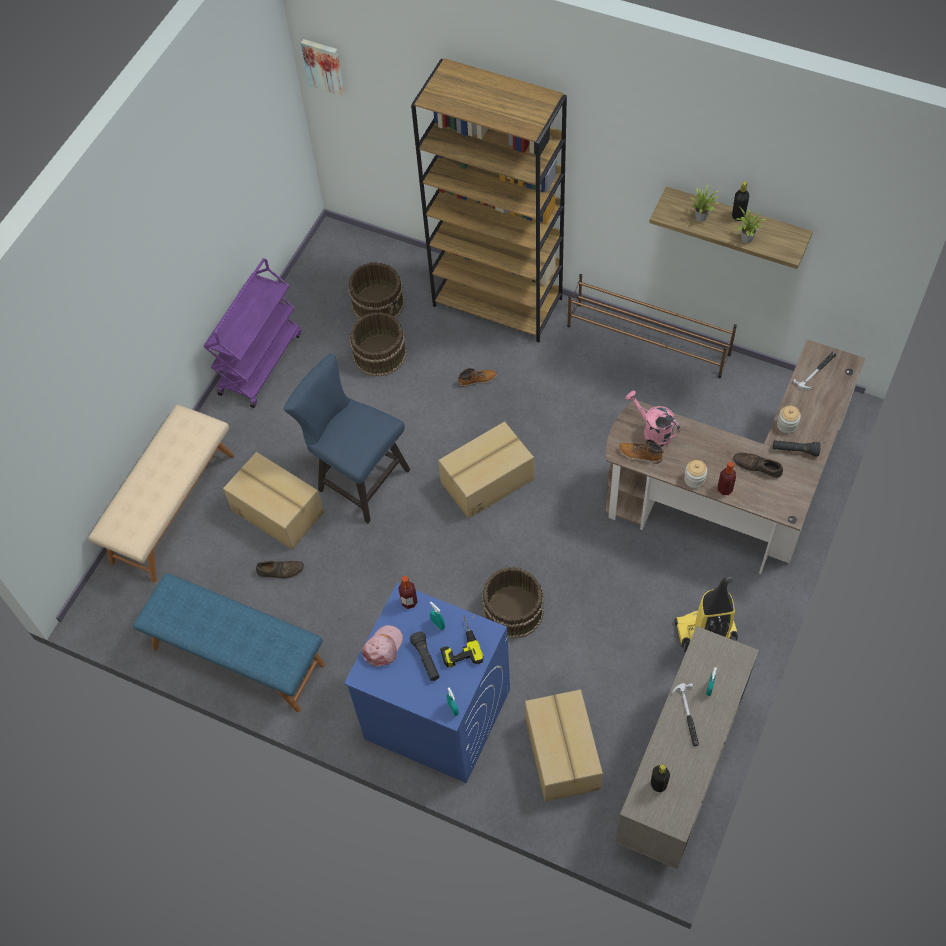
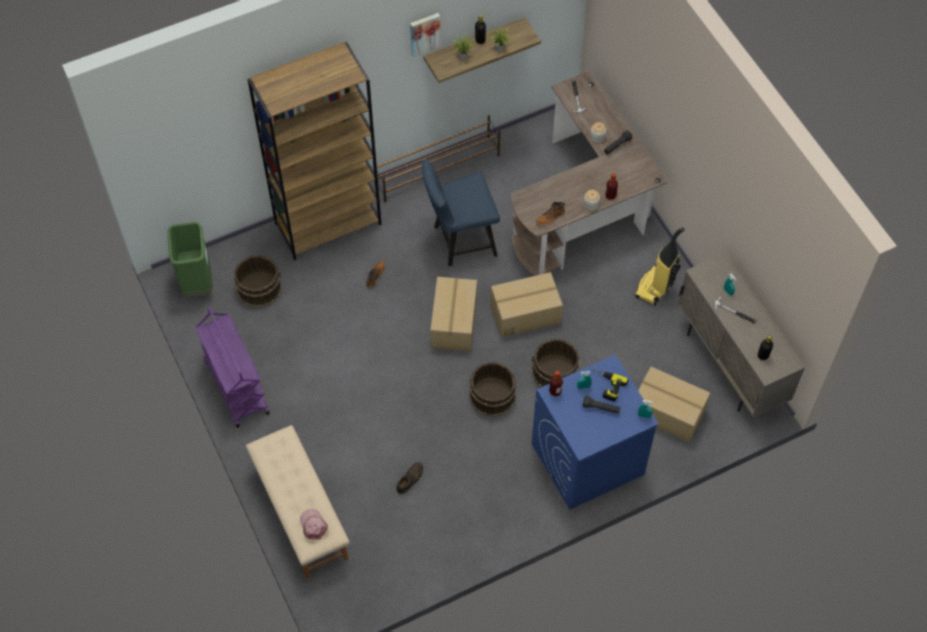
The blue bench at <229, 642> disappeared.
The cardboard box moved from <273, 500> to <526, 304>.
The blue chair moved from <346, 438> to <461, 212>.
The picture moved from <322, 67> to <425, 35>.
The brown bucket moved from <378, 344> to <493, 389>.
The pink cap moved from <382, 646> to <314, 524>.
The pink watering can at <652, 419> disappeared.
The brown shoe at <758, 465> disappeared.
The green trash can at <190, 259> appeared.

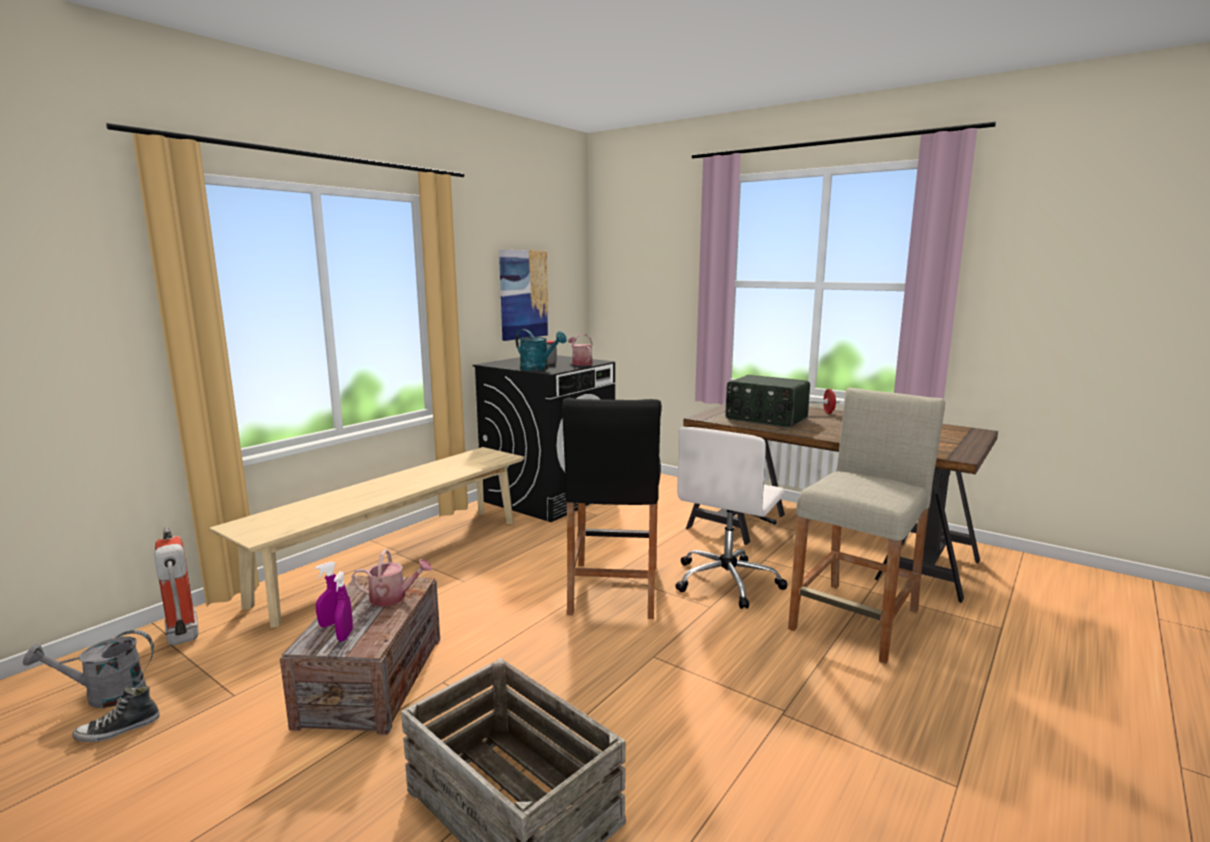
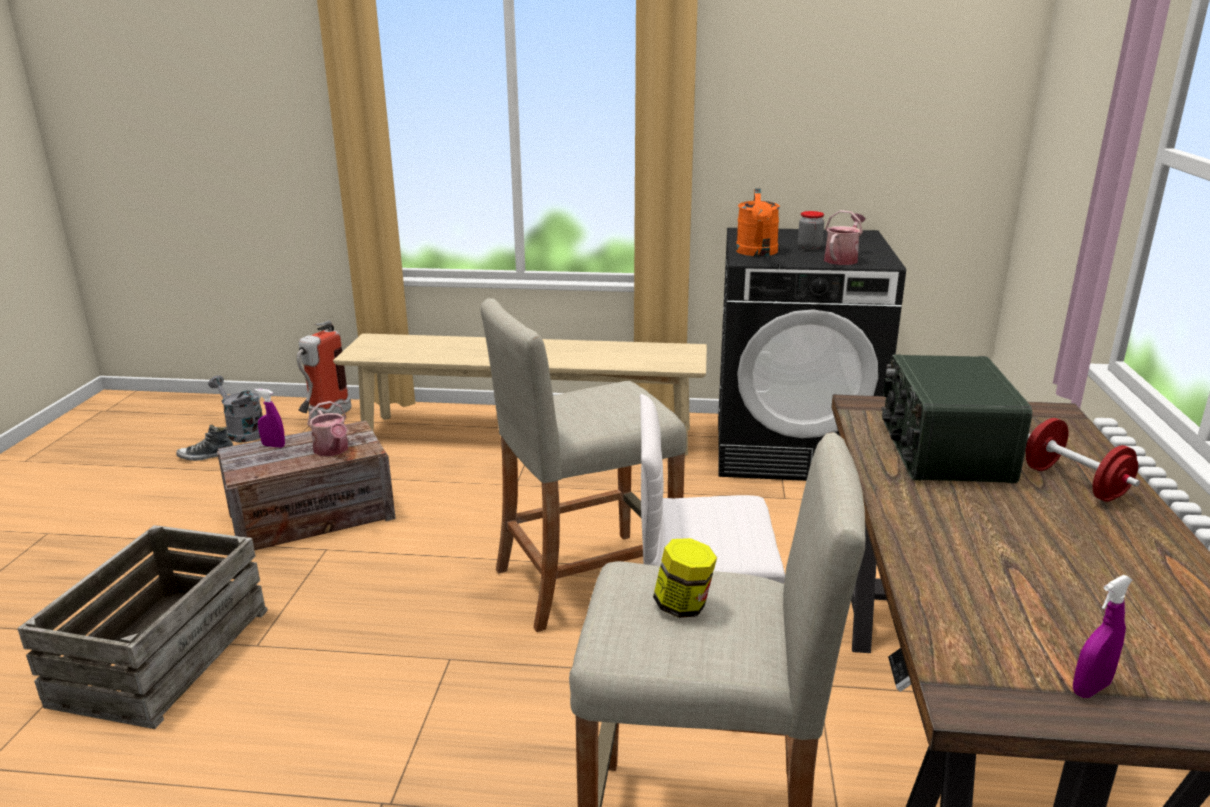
The shoe at <116, 714> turned 45 degrees counterclockwise.
The purple spray bottle moved from <343, 606> to <1102, 636>.
The picture at <524, 295> disappeared.
The turquoise watering can at <541, 350> became the orange watering can at <758, 222>.
The black stool at <612, 508> became the beige stool at <583, 465>.
The jar at <685, 578> appeared.

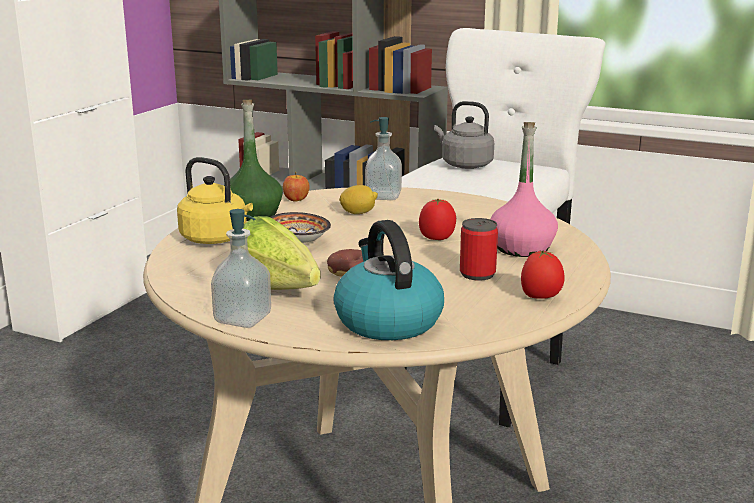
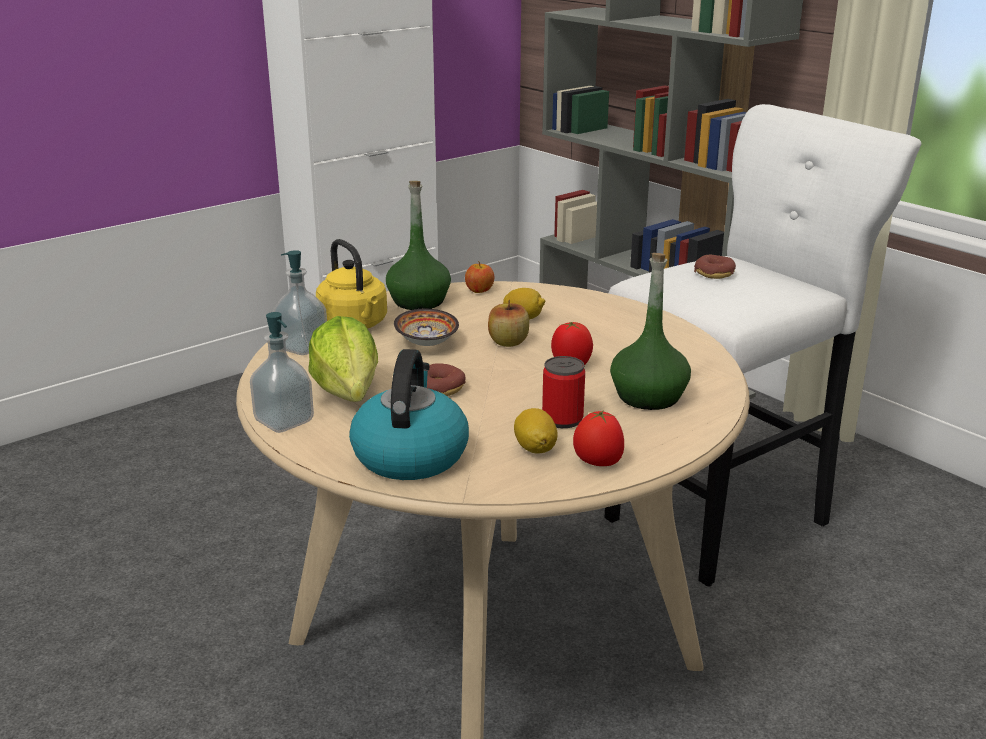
The soap dispenser moved from <383, 158> to <300, 302>.
The grey kettle at <464, 135> was replaced by the donut at <715, 267>.
The pink bottle at <524, 189> became the green bottle at <650, 331>.
The apple at <508, 323> appeared.
The lemon at <536, 431> appeared.

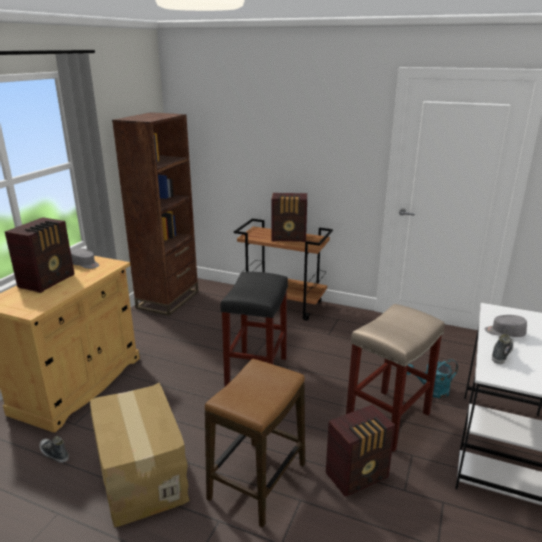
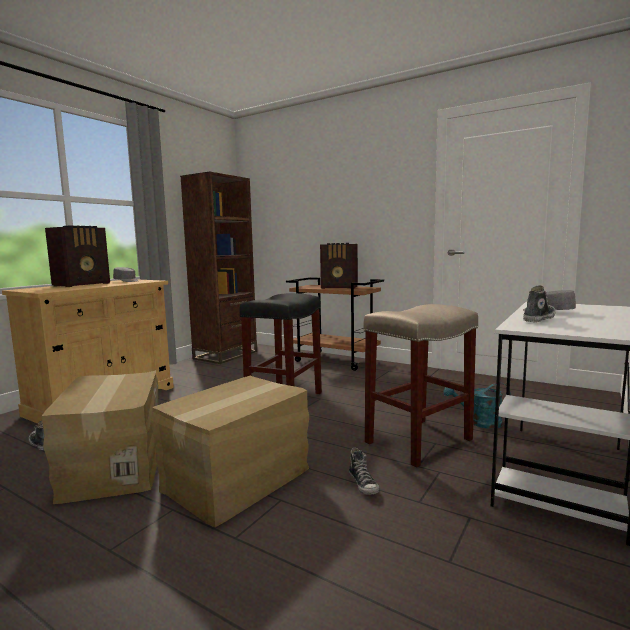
The stool at <255, 443> was replaced by the cardboard box at <230, 451>.
The radio at <360, 450> was replaced by the shoe at <364, 471>.

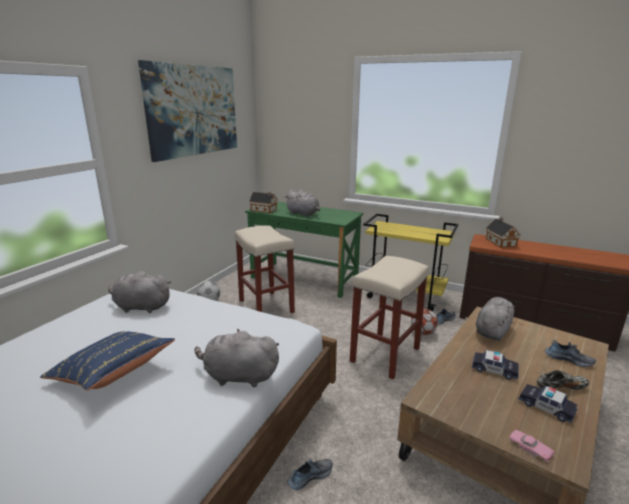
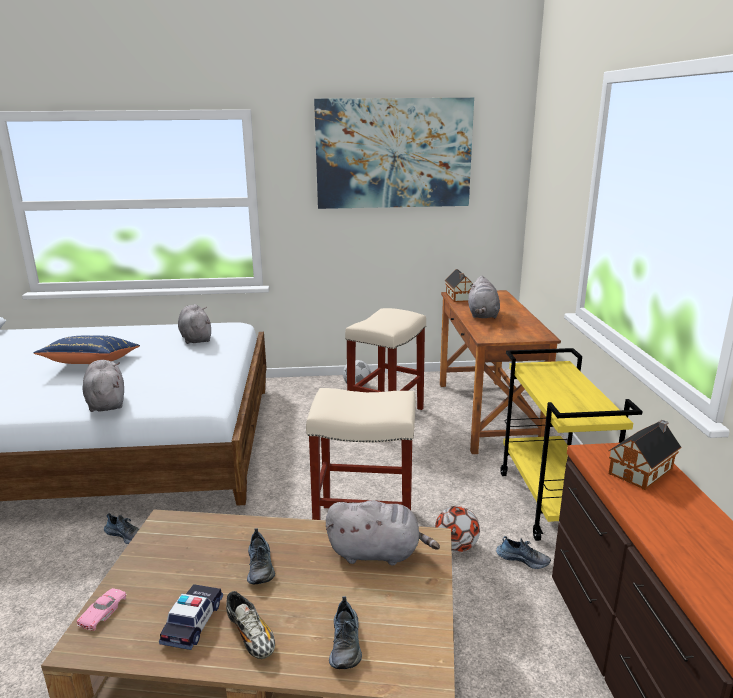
The green desk at <304, 249> became the brown desk at <500, 372>.
The toy car at <495, 365> was replaced by the shoe at <261, 556>.

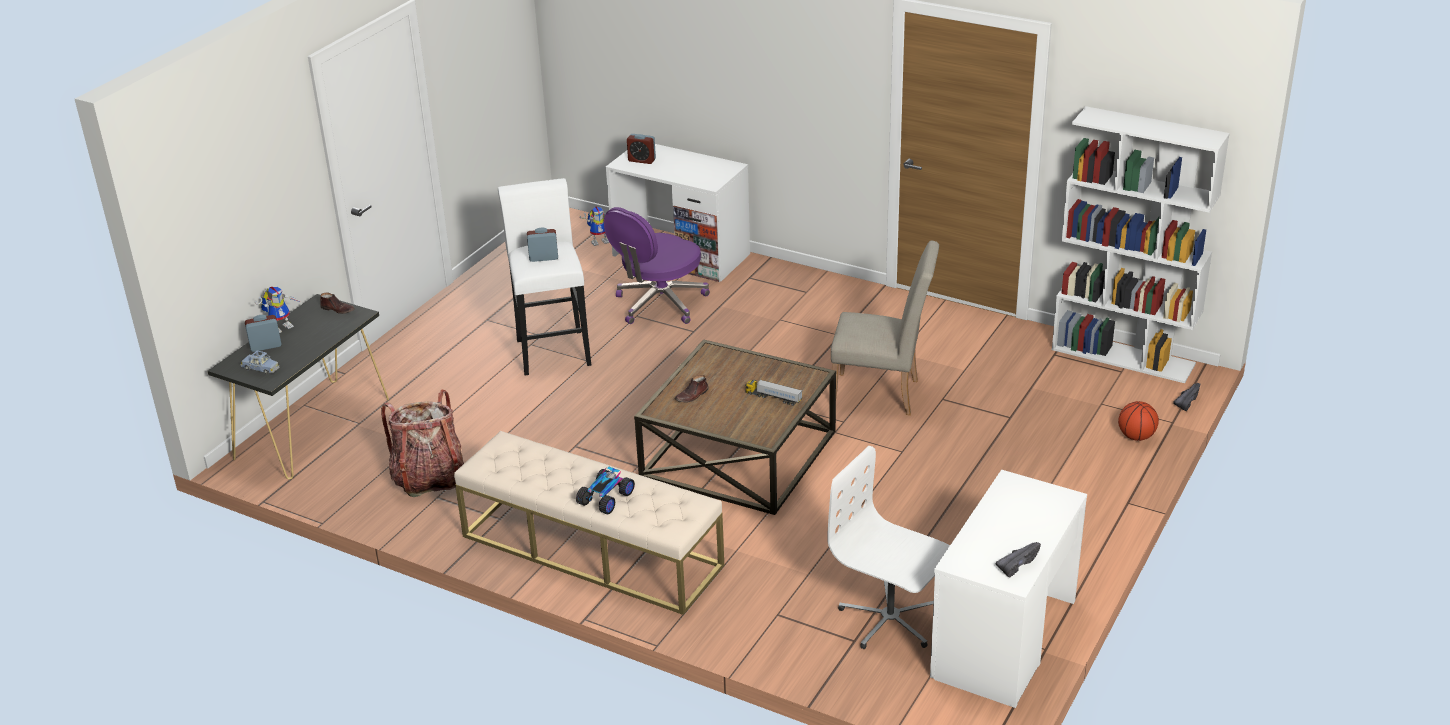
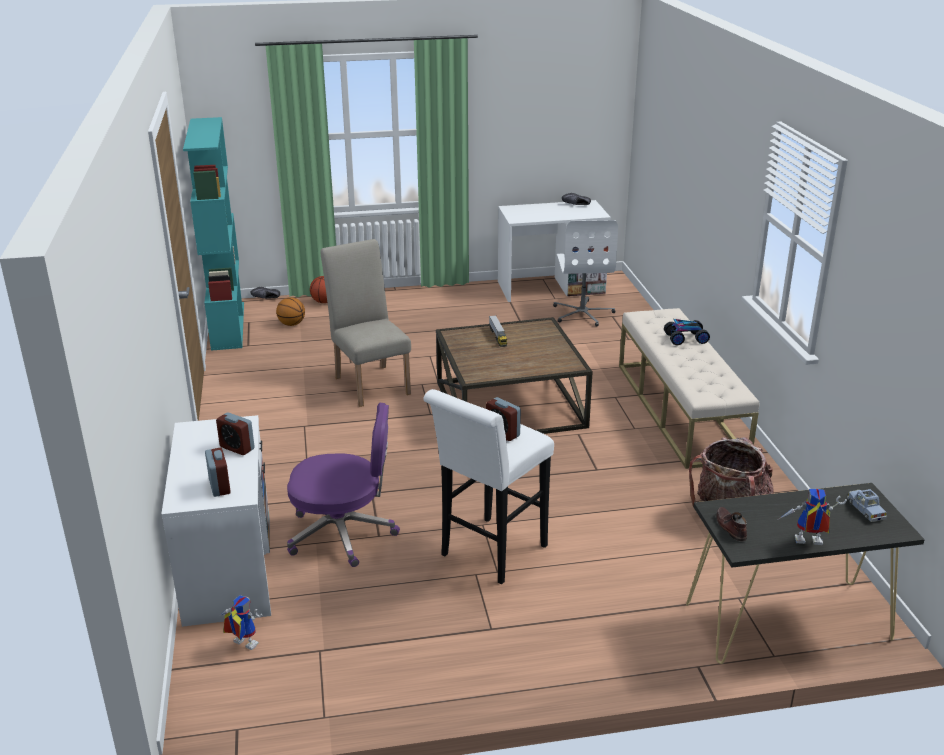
The alarm clock moved from <263, 333> to <235, 433>.
The brown shoe at <691, 389> disappeared.
The white bookcase at <1141, 244> became the turquoise bookcase at <213, 234>.
The basketball at <290, 311> appeared.

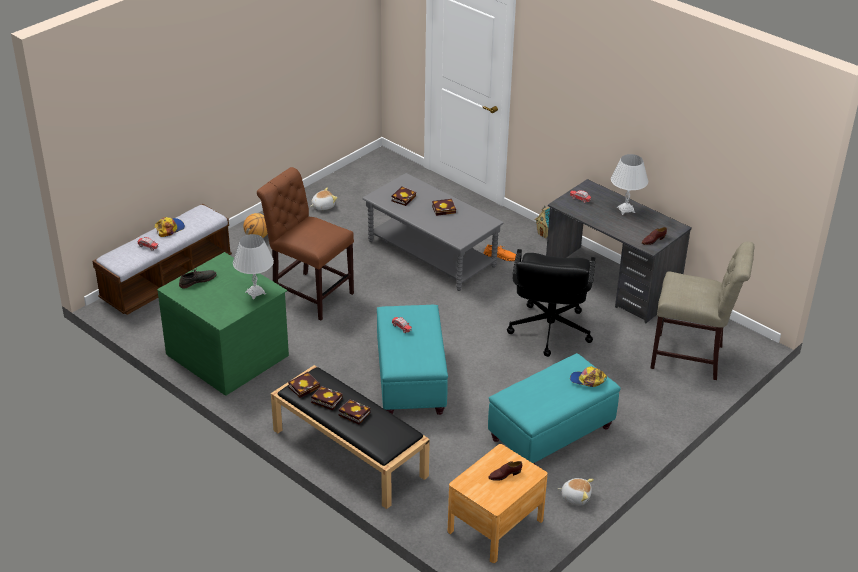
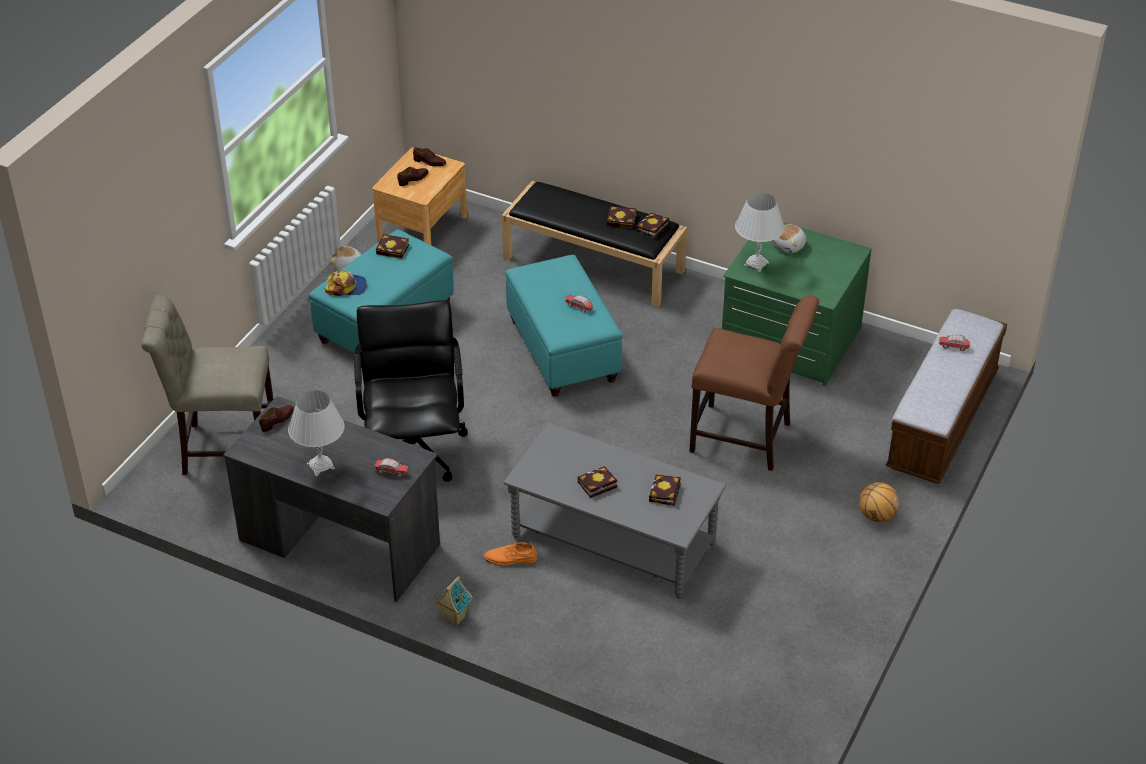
The cap at <170, 227> disappeared.
The grey shoe at <198, 278> disappeared.
The plush toy moved from <323, 199> to <789, 238>.
The book moved from <354, 411> to <392, 246>.
The brown shoe at <429, 156> appeared.

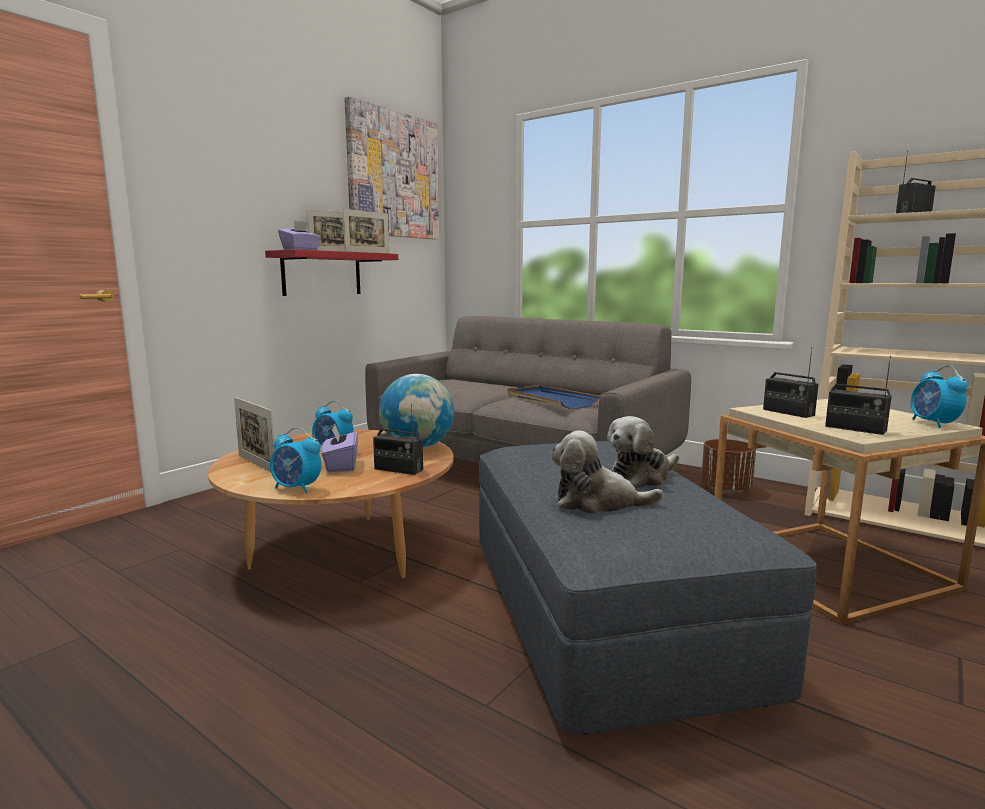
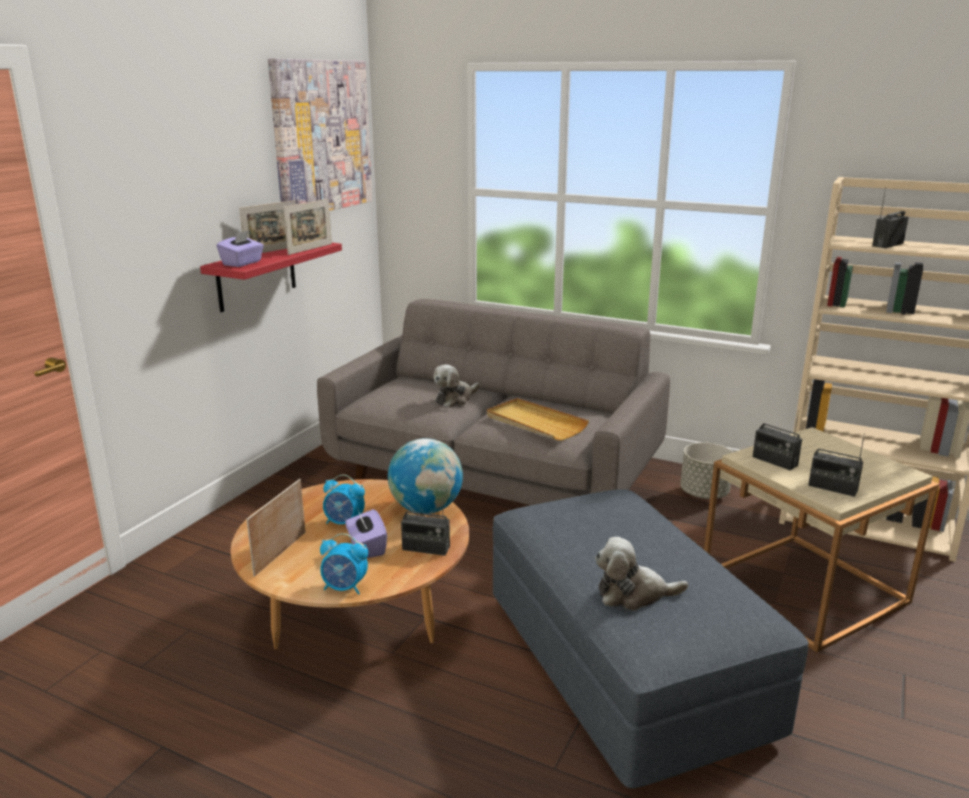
The picture frame at <254, 434> turned 75 degrees clockwise.
The blue tray at <553, 397> became the beige tray at <538, 419>.
The plush toy moved from <643, 452> to <456, 386>.
The brown planter at <728, 466> became the grey planter at <706, 470>.
The alarm clock at <939, 396> disappeared.

